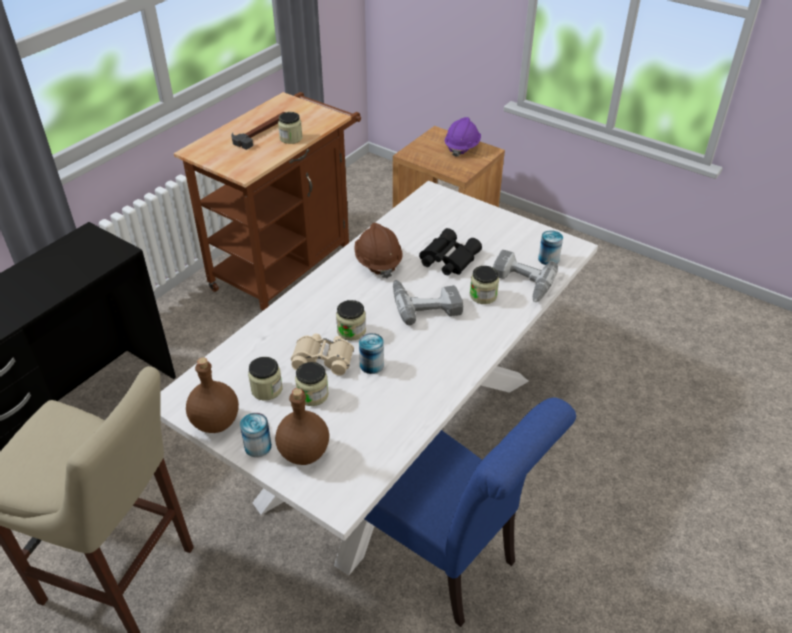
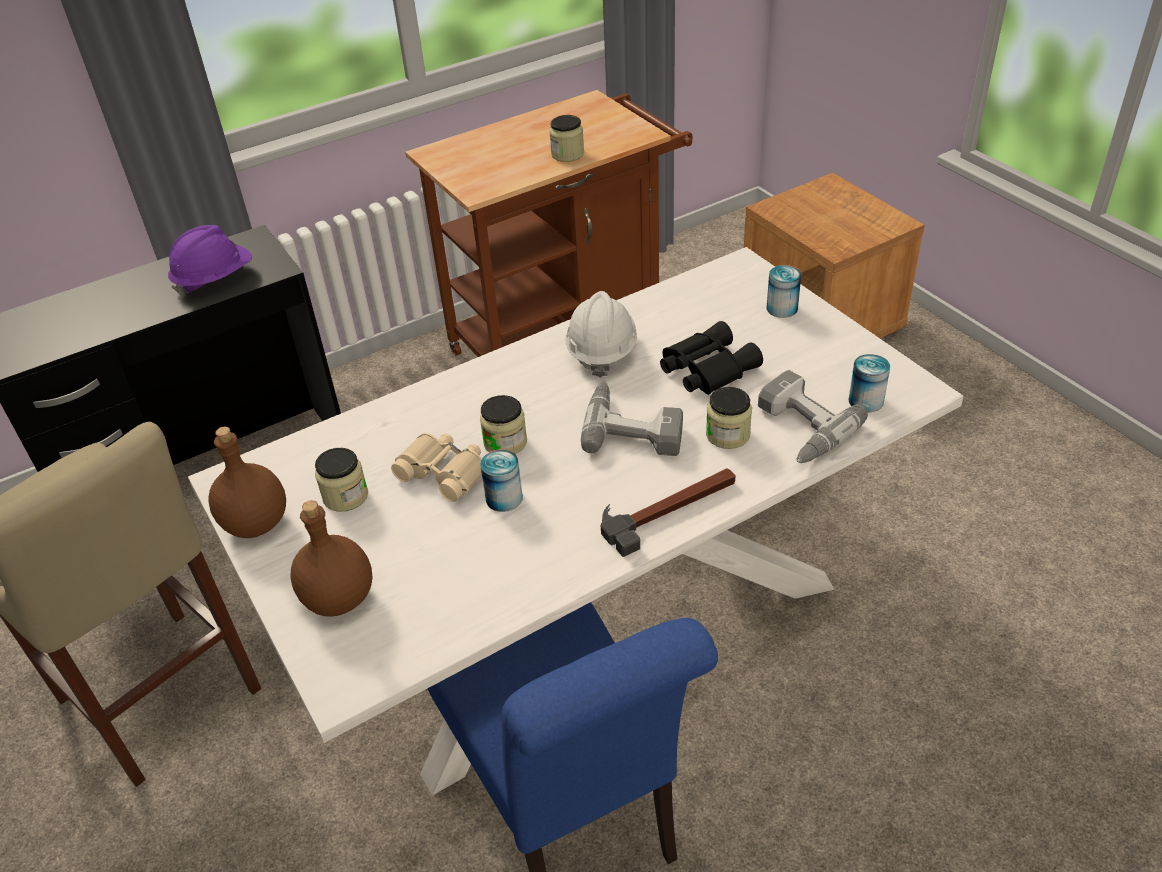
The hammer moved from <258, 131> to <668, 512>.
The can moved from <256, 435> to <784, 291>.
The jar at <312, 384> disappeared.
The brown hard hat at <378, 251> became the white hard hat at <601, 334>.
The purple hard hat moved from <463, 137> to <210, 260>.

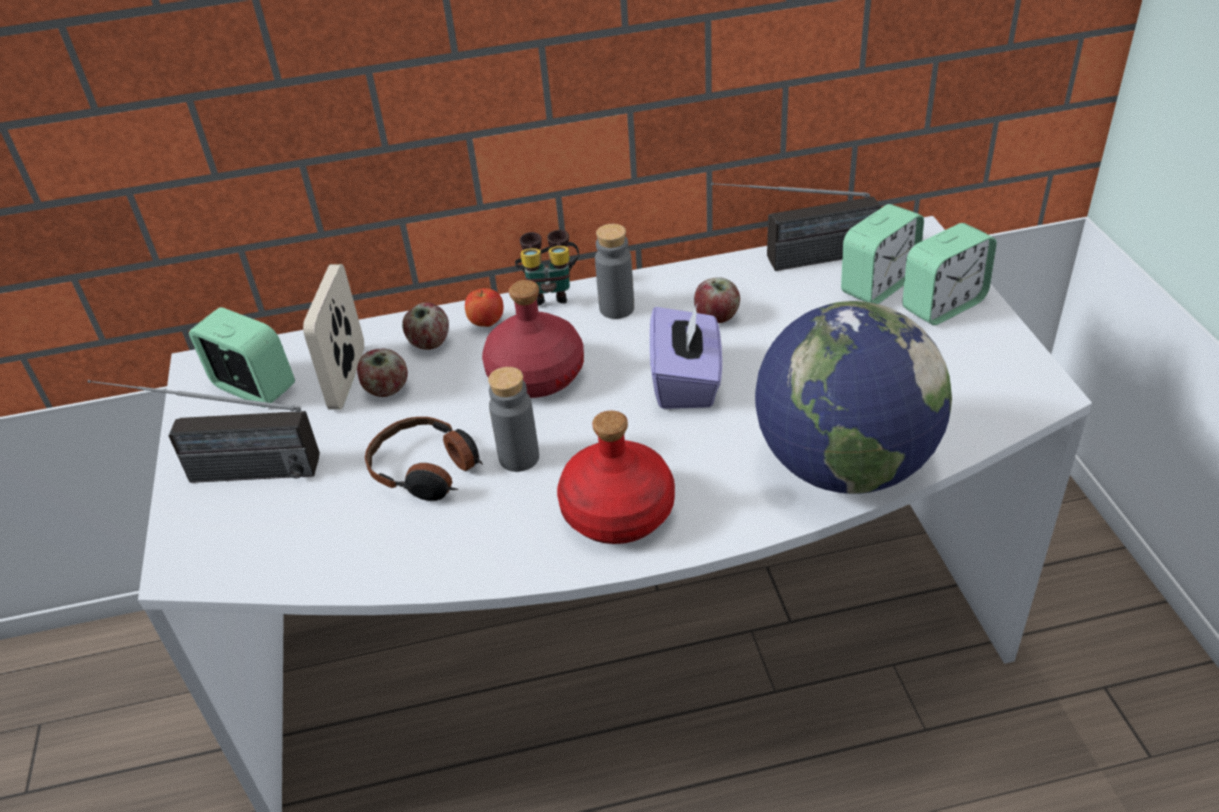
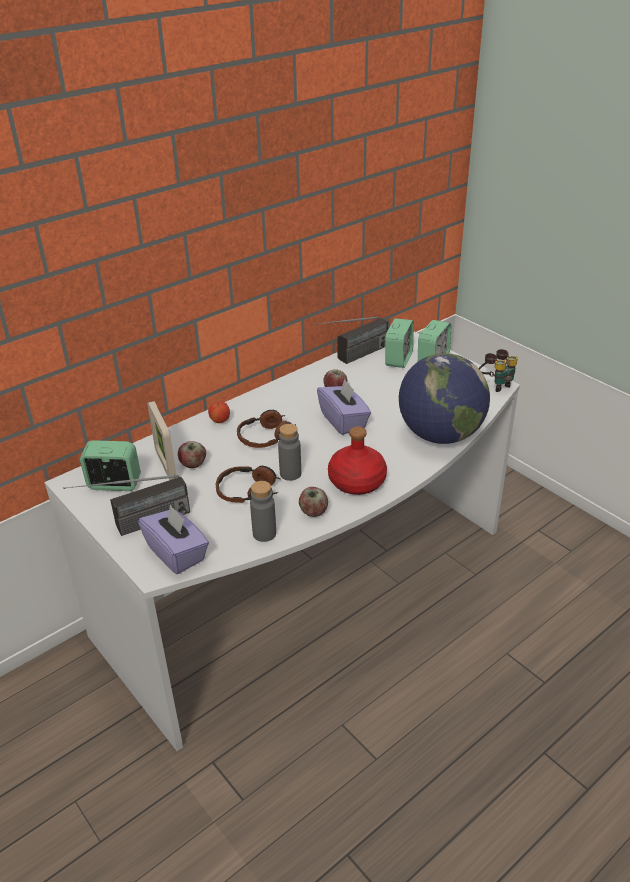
The apple moved from <425, 326> to <313, 502>.
The red bottle at <533, 339> was replaced by the headphones at <266, 429>.
The binoculars moved from <547, 268> to <498, 370>.
The grey bottle moved from <614, 271> to <263, 511>.
The purple tissue box at <173, 539> appeared.

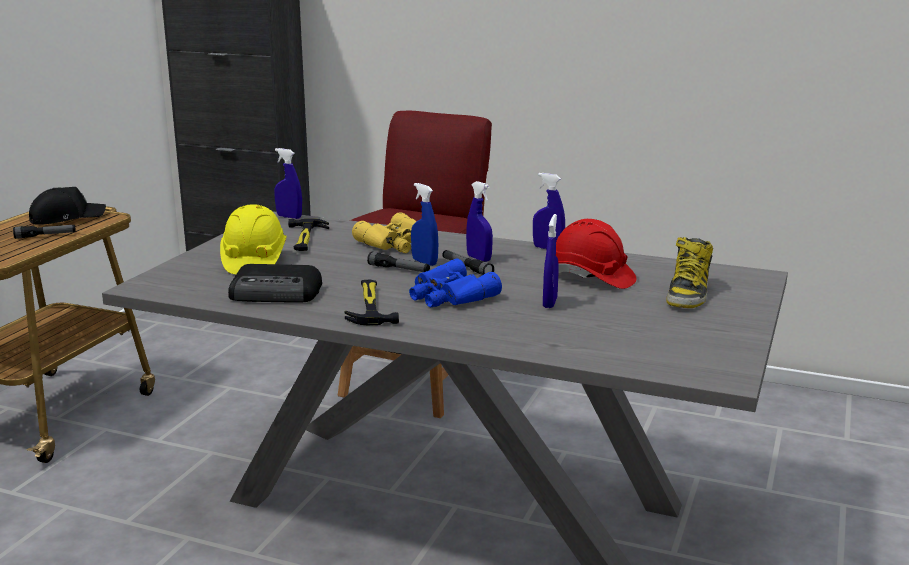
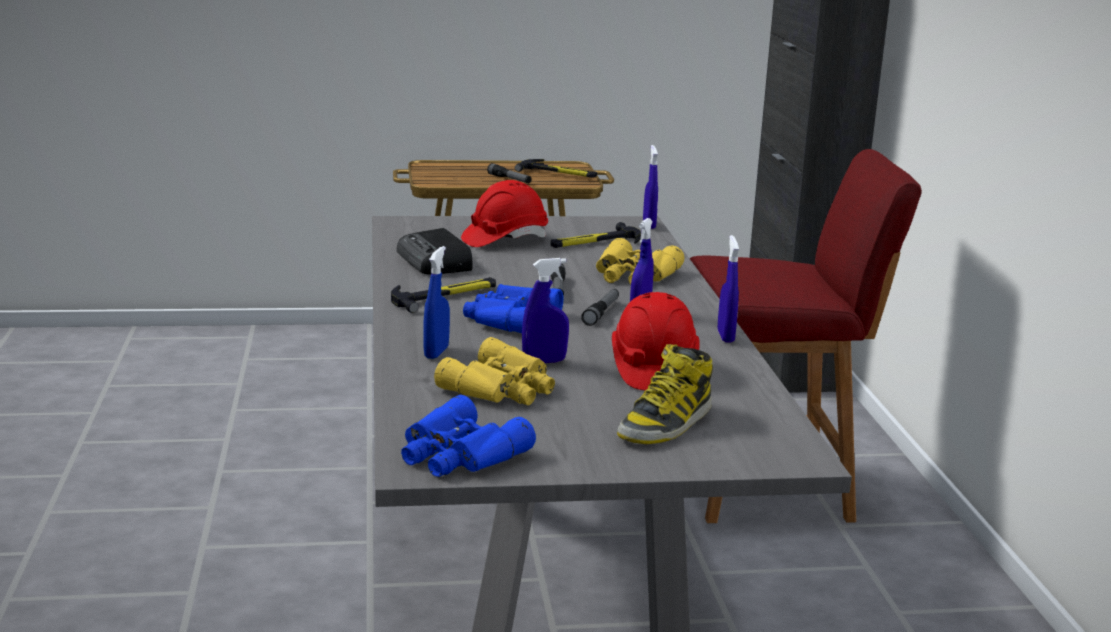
The black cap at <67, 206> was replaced by the hammer at <556, 168>.
The yellow hard hat at <253, 239> became the red hard hat at <504, 213>.
The blue spray bottle moved from <424, 224> to <437, 302>.
The boot at <689, 272> turned 45 degrees counterclockwise.
The blue binoculars at <468, 436> appeared.
The yellow binoculars at <494, 371> appeared.

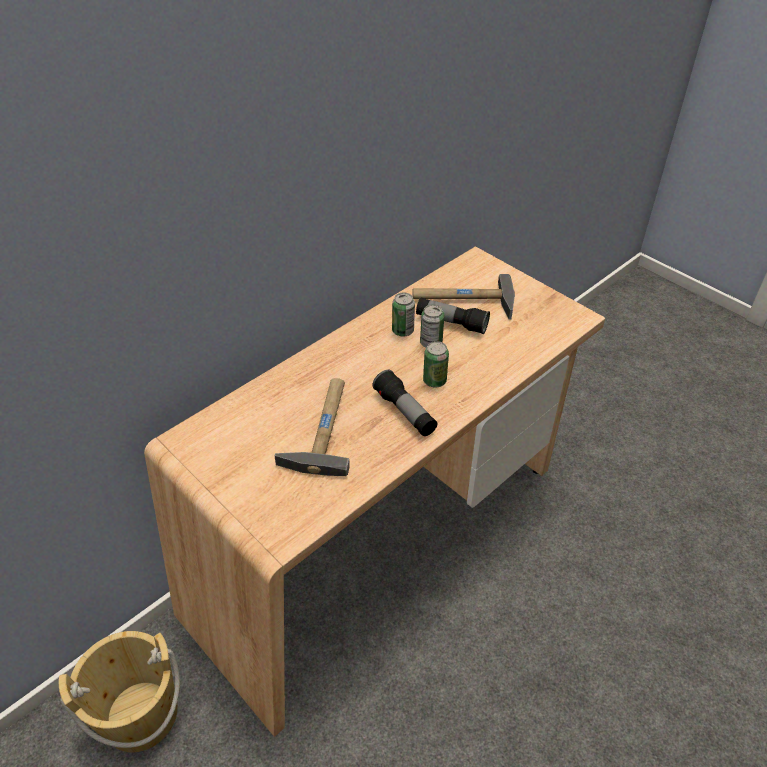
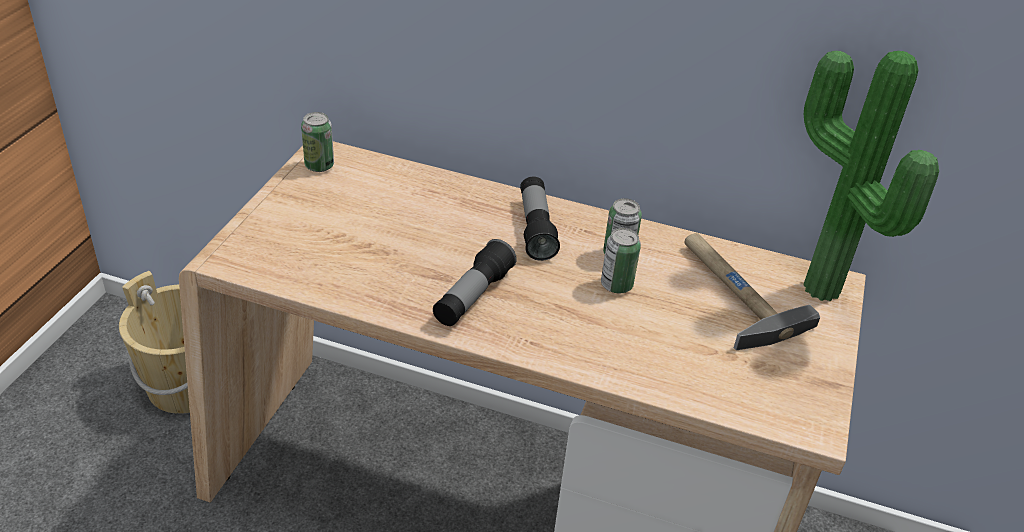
The hammer at <312, 427> disappeared.
The flashlight moved from <453, 315> to <540, 219>.
The can moved from <436, 364> to <317, 142>.
The potted plant at <871, 176> appeared.

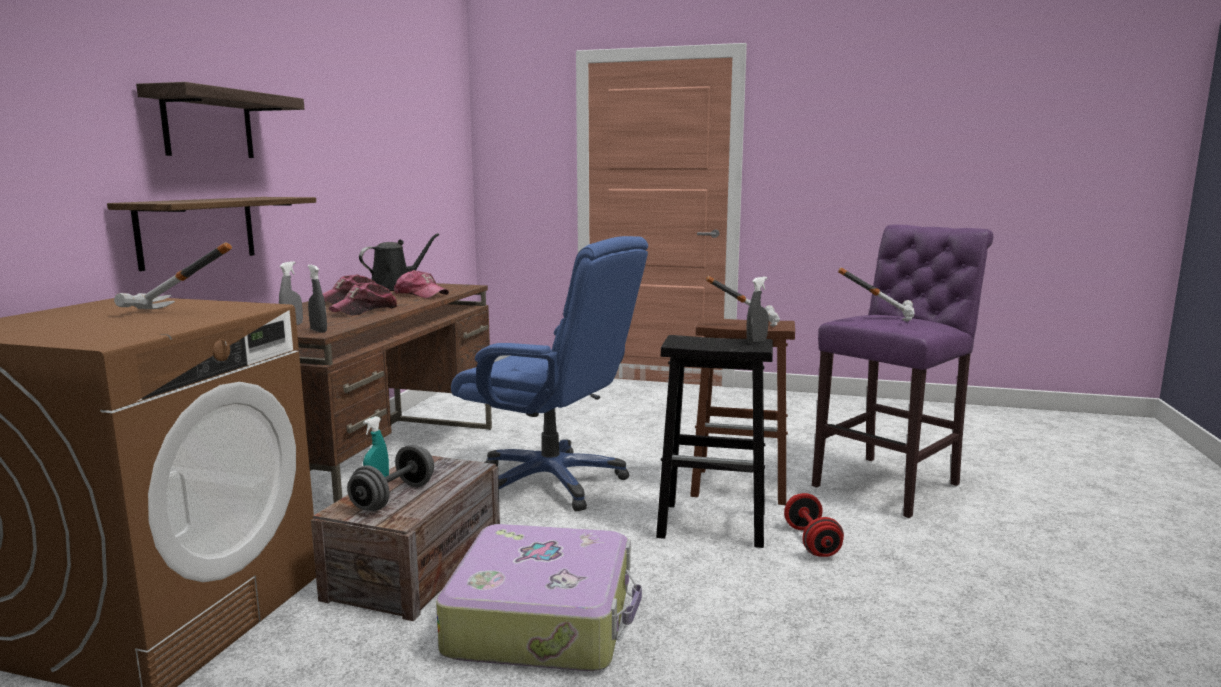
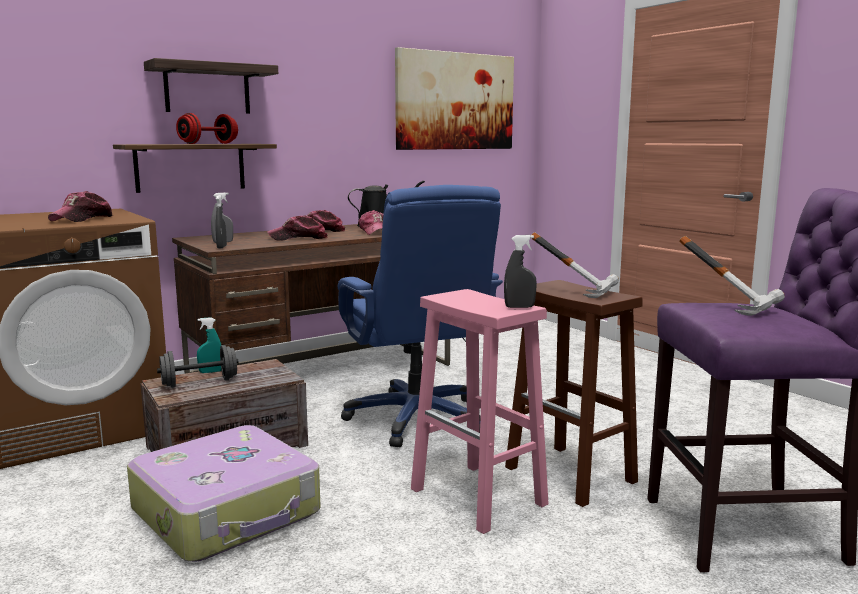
The hammer at <173, 275> was replaced by the cap at <80, 206>.
The black stool at <714, 441> became the pink stool at <480, 411>.
The red dumbbell moved from <814, 525> to <207, 128>.
The picture at <454, 98> appeared.

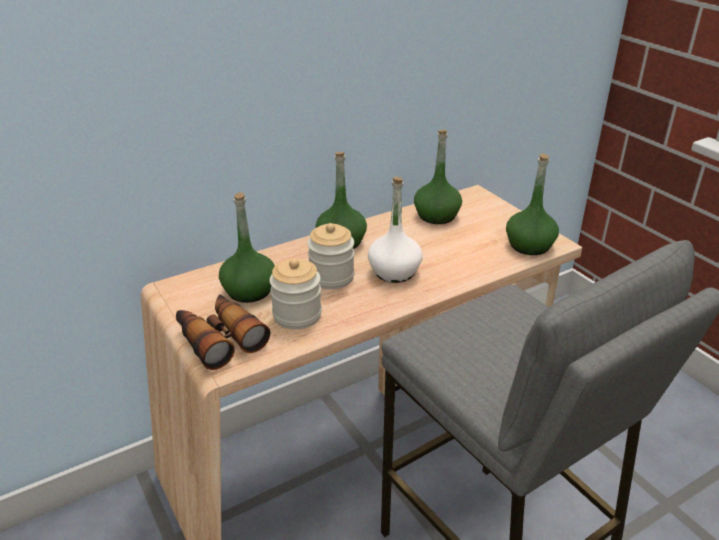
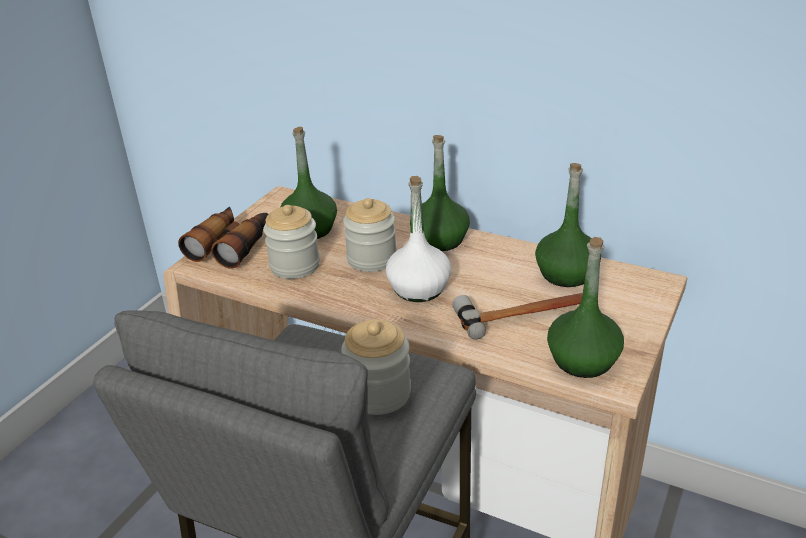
The jar at <376, 367> appeared.
The hammer at <517, 316> appeared.

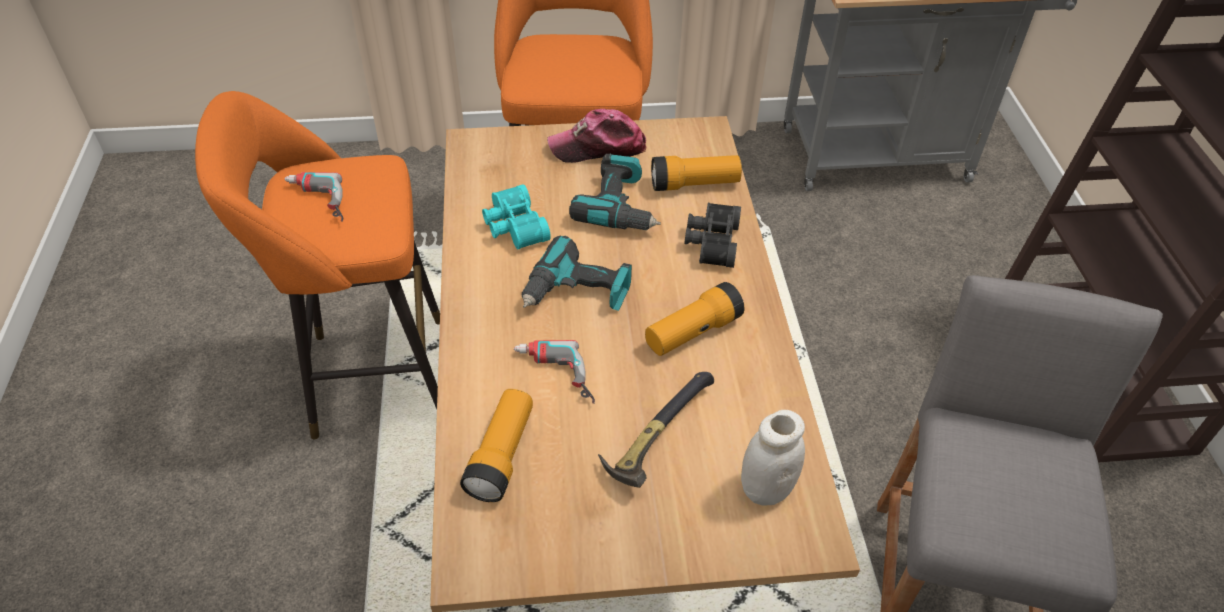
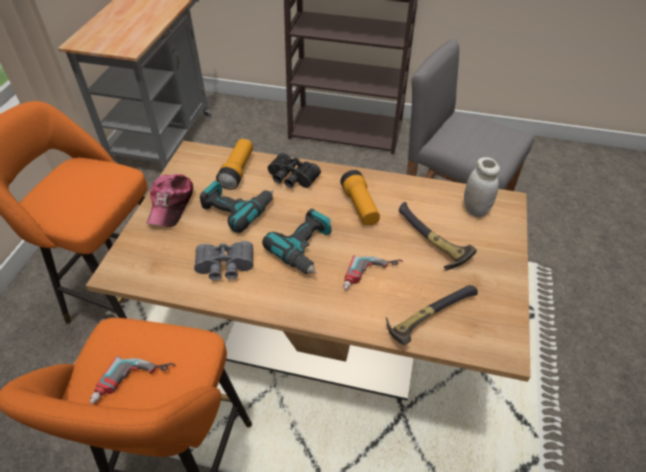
The flashlight at <496, 445> was replaced by the hammer at <432, 315>.
The turquoise binoculars at <516, 216> became the grey binoculars at <224, 260>.

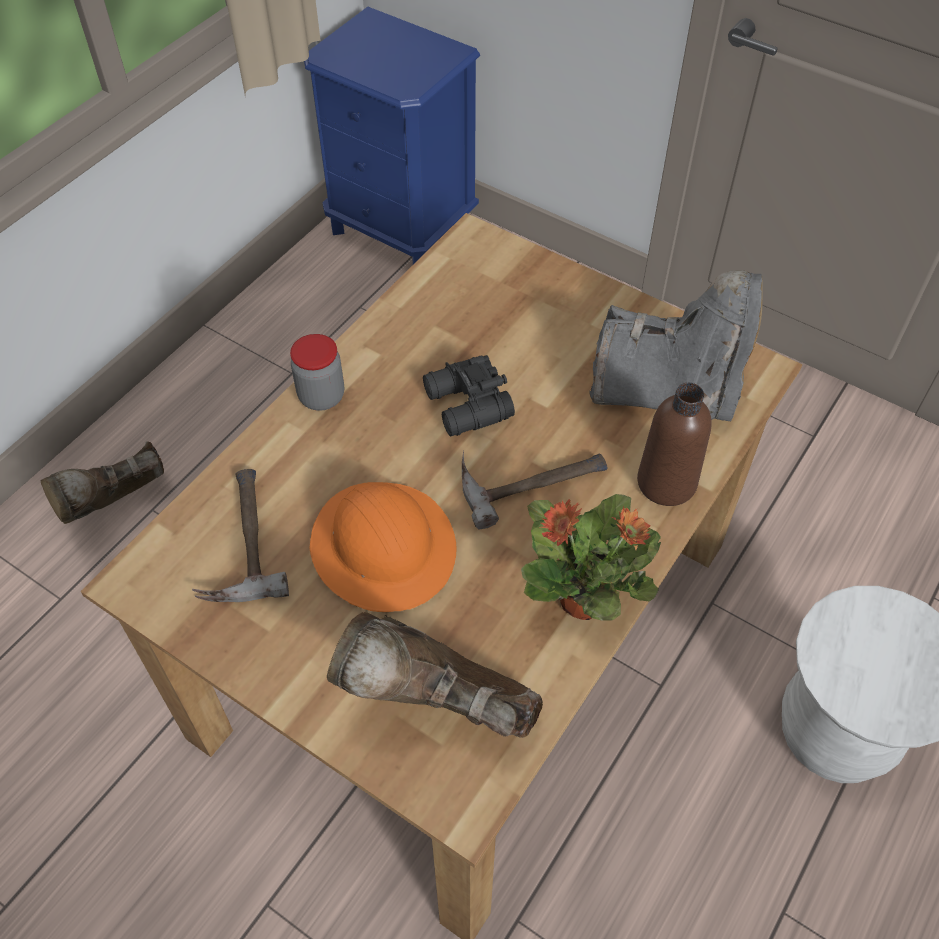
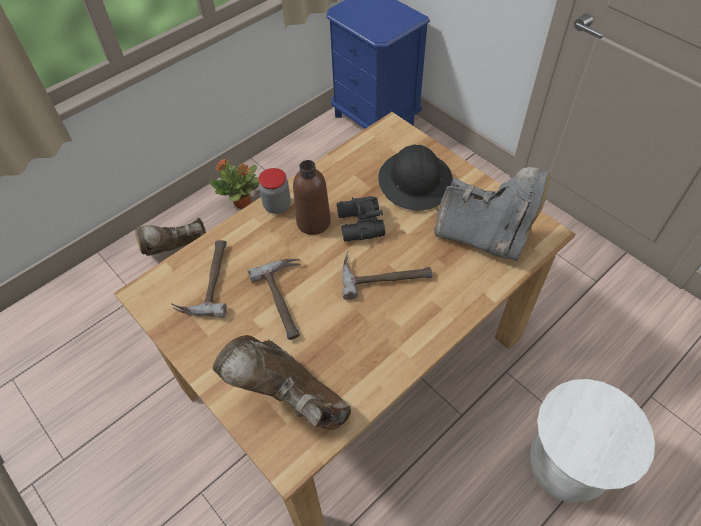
The orange hard hat at <382, 547> was replaced by the hammer at <274, 299>.
The potted plant moved from <591, 557> to <234, 183>.
The brown bottle moved from <674, 444> to <312, 197>.
The black hard hat at <415, 177> appeared.

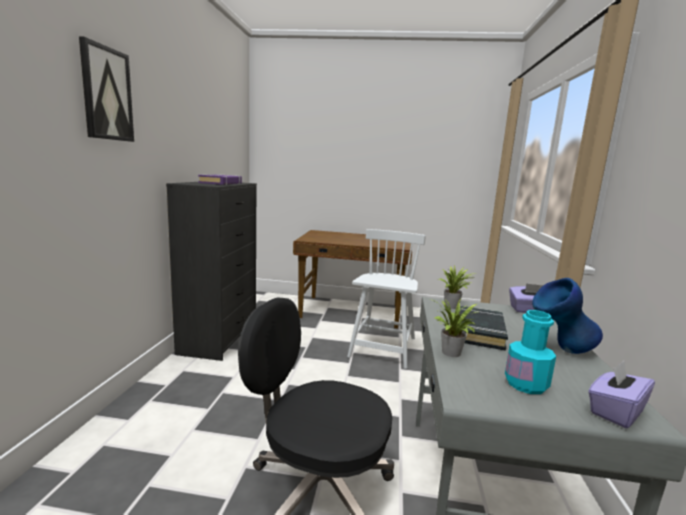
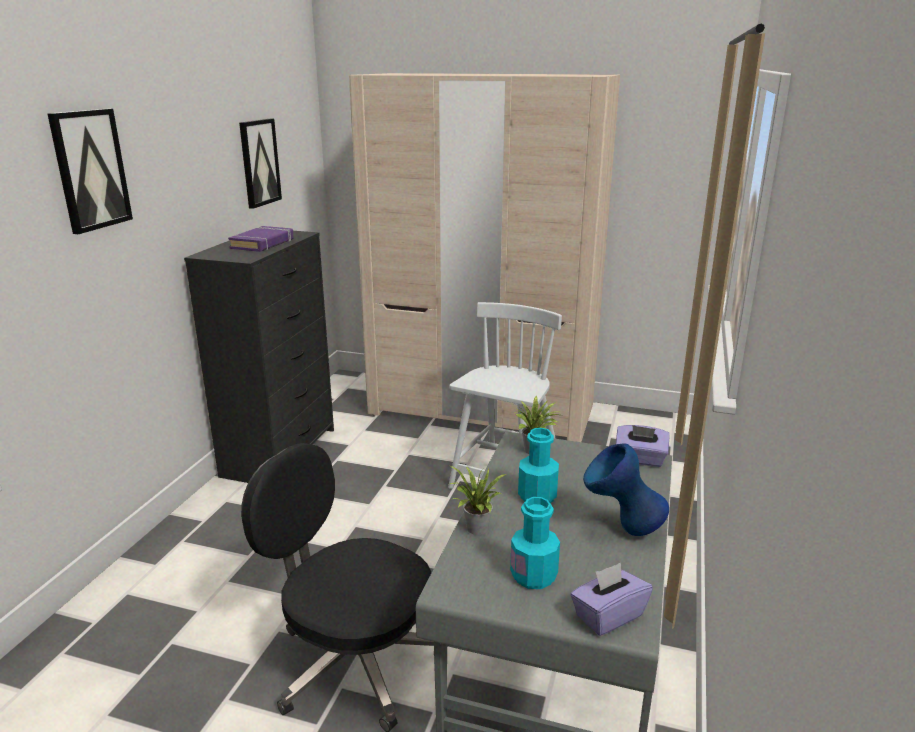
The brown desk at <352, 279> was replaced by the beige wardrobe at <484, 257>.
The black book at <483, 328> was replaced by the turquoise bottle at <538, 465>.
The picture at <260, 164> appeared.

